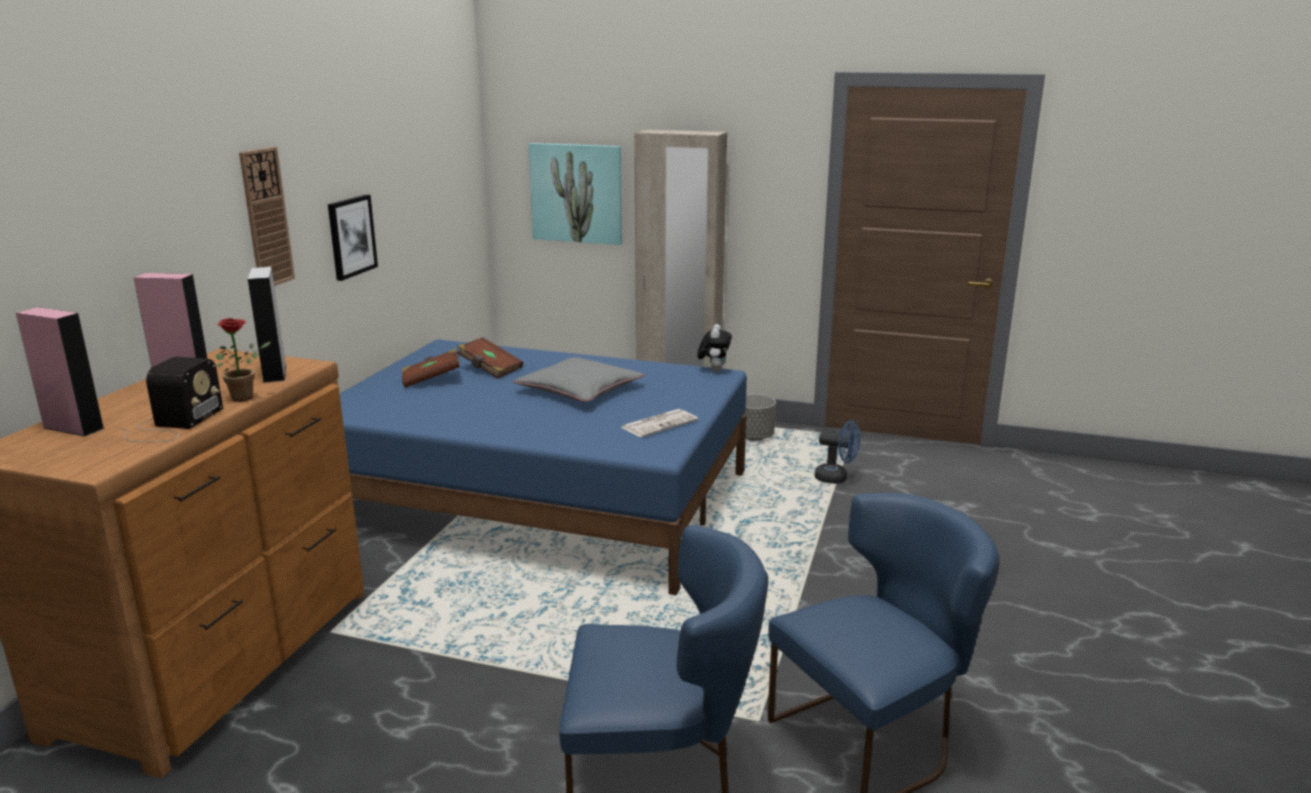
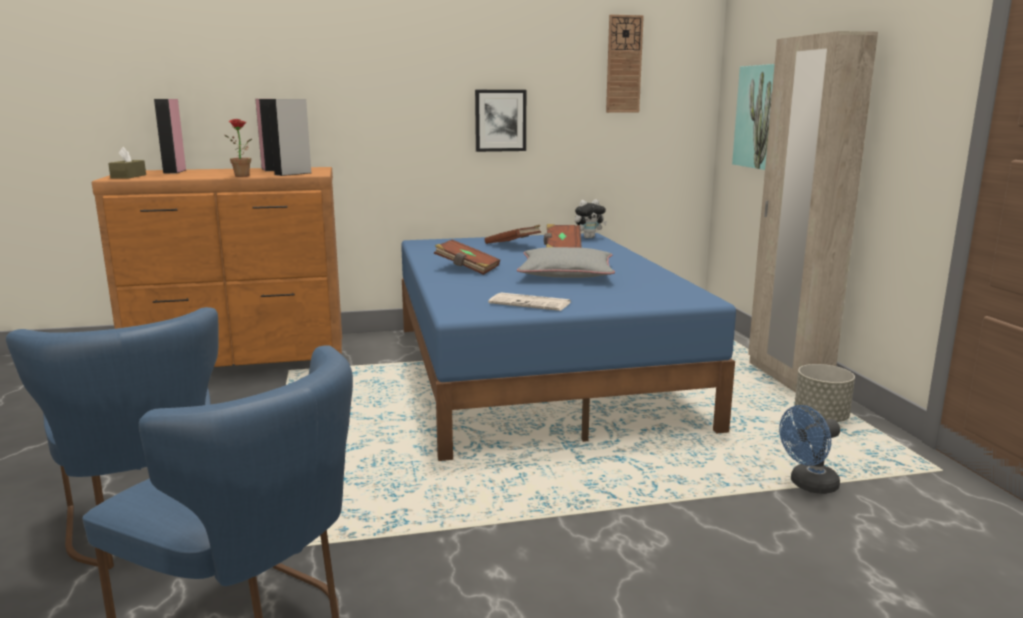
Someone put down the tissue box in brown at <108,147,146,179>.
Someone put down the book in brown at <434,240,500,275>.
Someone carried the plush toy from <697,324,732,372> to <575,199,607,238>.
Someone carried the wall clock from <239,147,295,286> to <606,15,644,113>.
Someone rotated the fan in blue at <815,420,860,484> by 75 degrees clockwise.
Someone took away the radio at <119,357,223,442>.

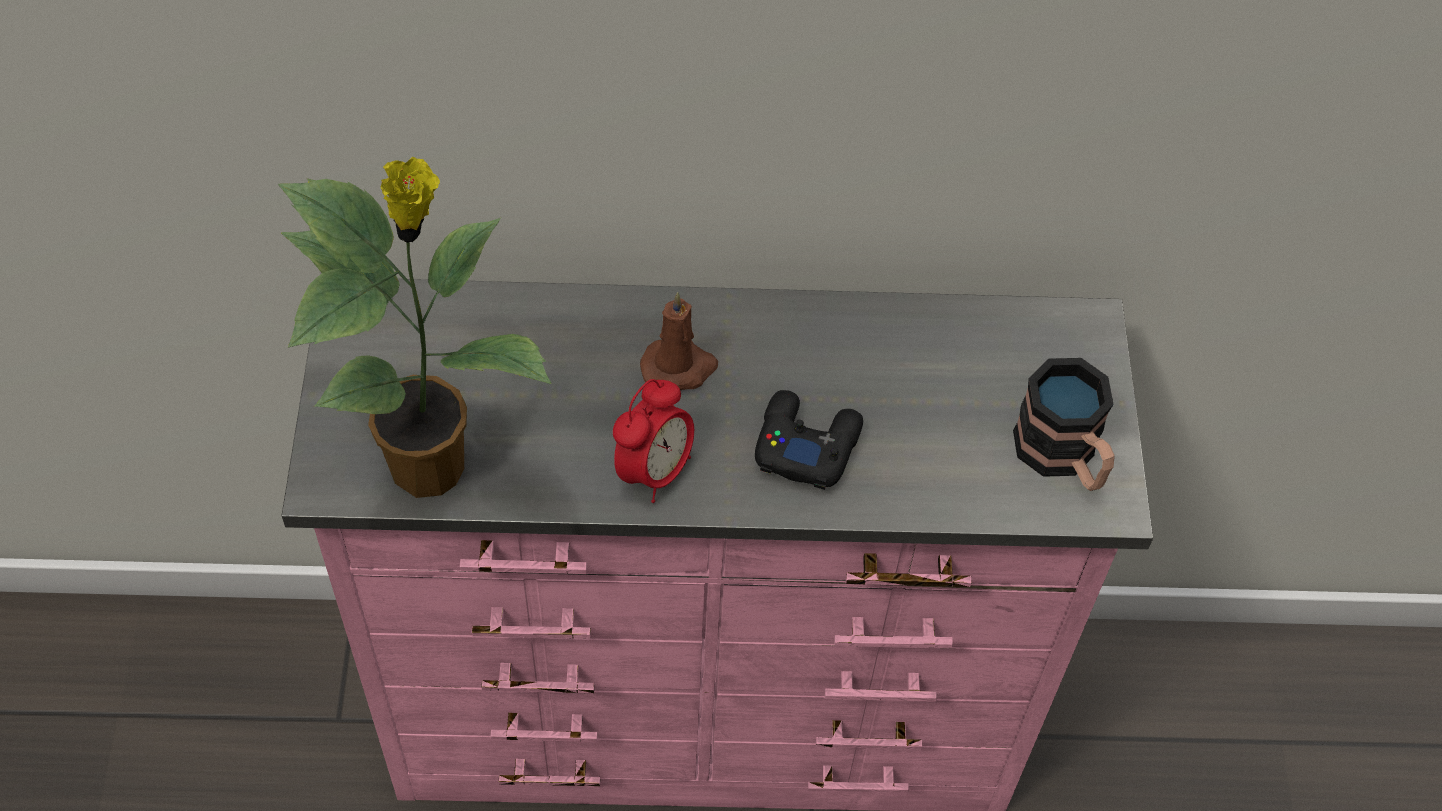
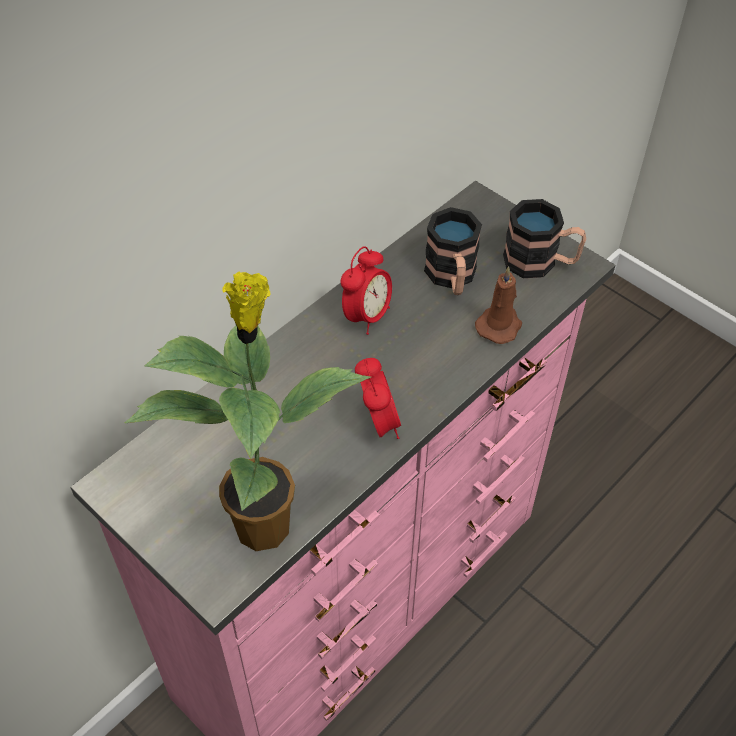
Someone put down the alarm clock at <341,246,392,335>.
Someone put down the mug at <424,207,482,295>.
Someone carried the candle in brown from <640,292,718,390> to <475,266,522,344>.
Someone took away the game controller in black at <755,390,863,490>.

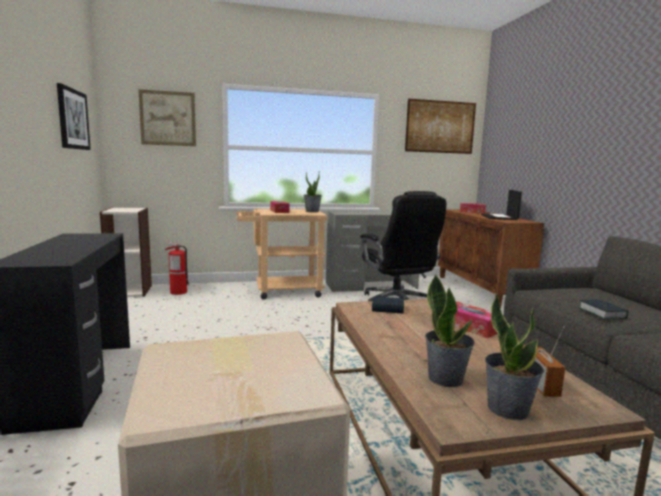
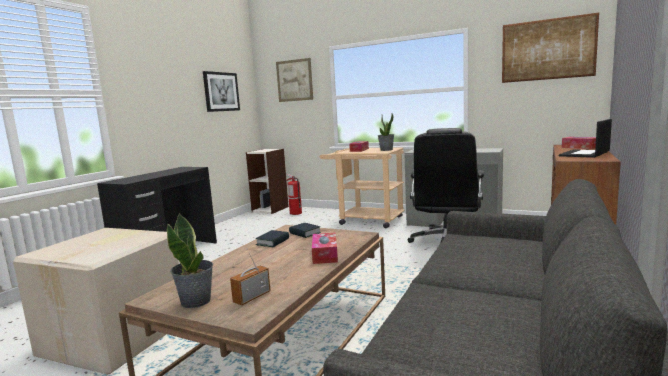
Someone carried the book from <579,300,628,320> to <256,230,289,247>.
Someone took away the potted plant at <425,274,475,387>.

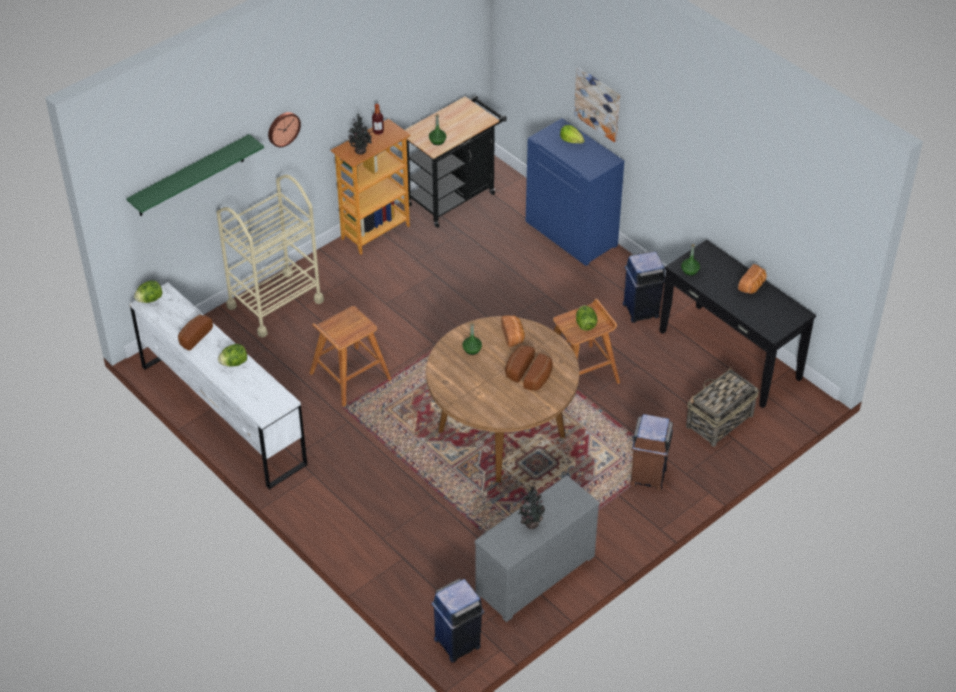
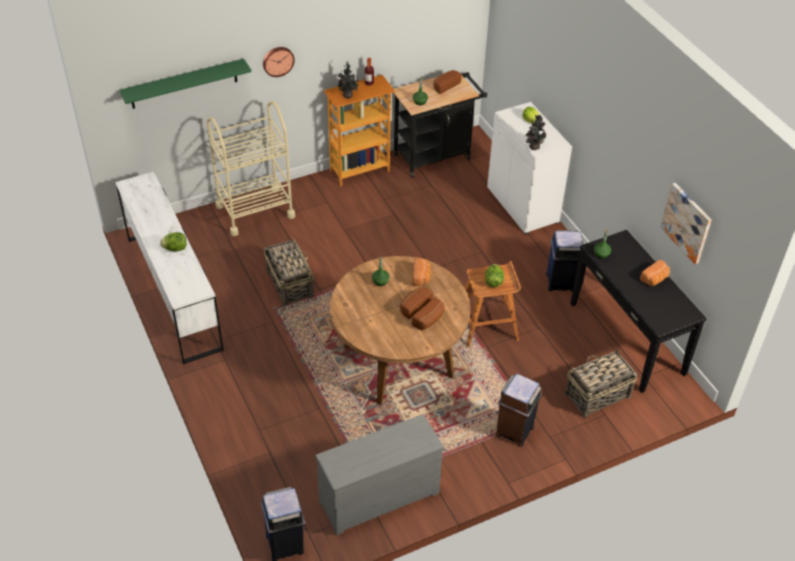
Someone swapped the stool in brown at <310,306,392,407> for the basket at <264,237,314,306>.
Someone carried the bread from <178,315,213,351> to <433,70,462,94>.
Someone repainted the cabinet in blue at <526,118,624,266>, which became the cabinet in white at <487,102,572,234>.
Someone carried the potted plant from <518,487,545,529> to <524,115,546,150>.
Someone carried the picture from <574,68,620,142> to <661,183,712,264>.
Someone took away the lettuce at <134,280,162,303>.

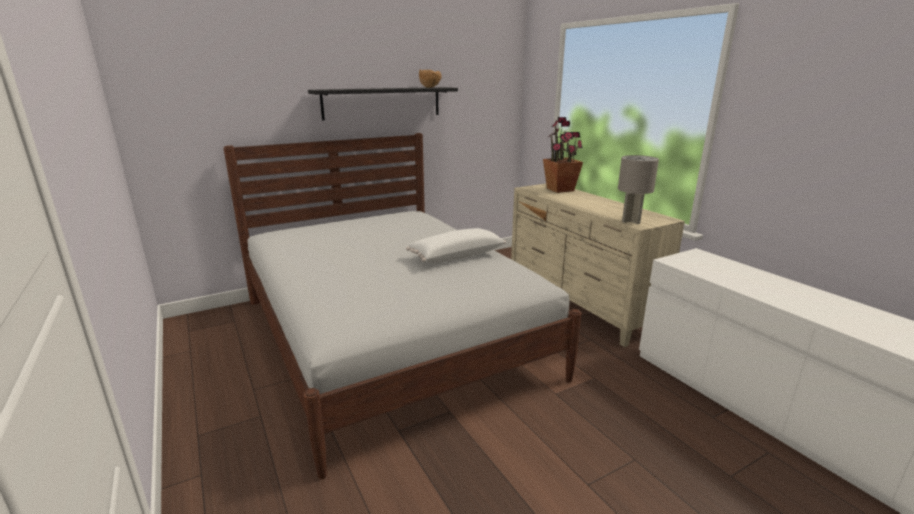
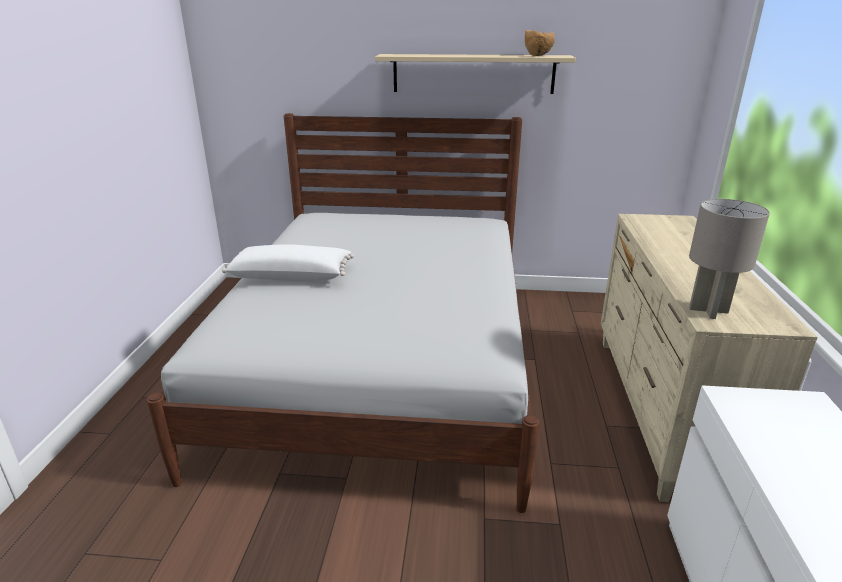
Someone carried the pillow in white from <406,228,506,263> to <222,244,354,281>.
Someone repainted the shelf in black at <308,87,458,120>, which became the shelf in beige at <375,54,576,94>.
Someone took away the potted plant at <543,117,583,193>.

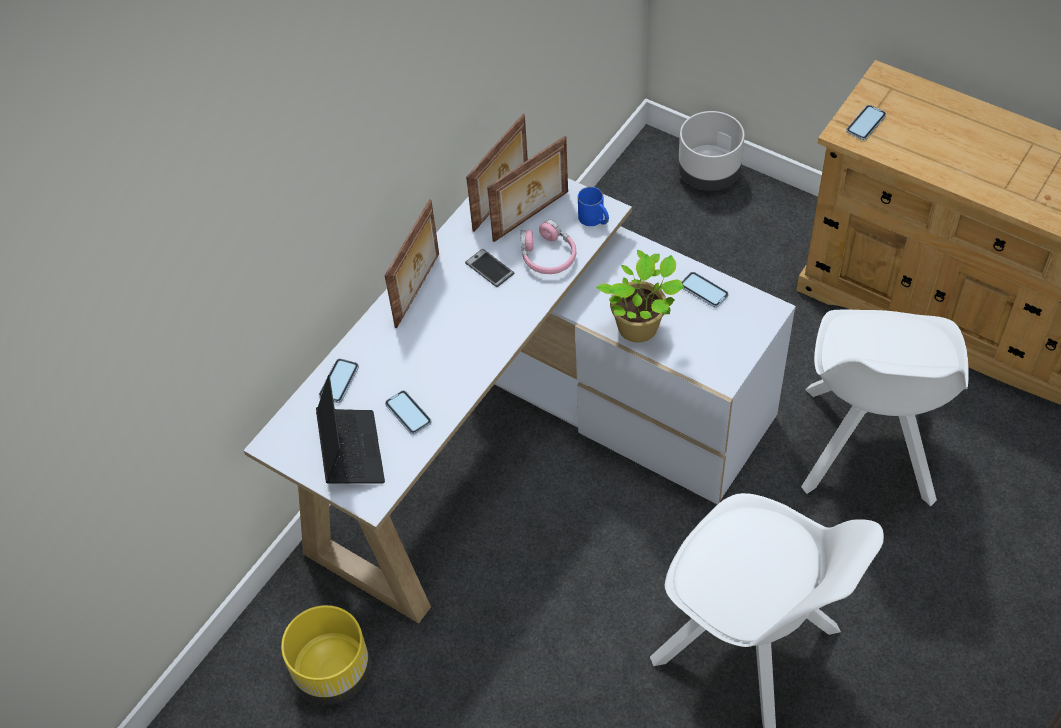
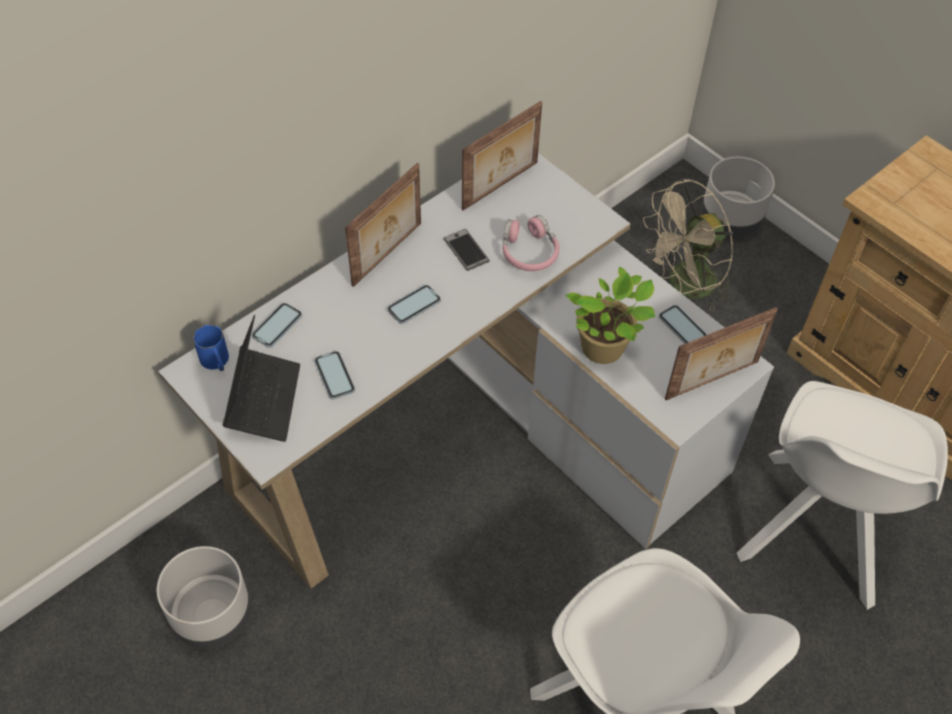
Someone repainted the planter in yellow at <281,605,370,705>, which became the planter in grey at <157,546,251,649>.
Someone carried the mug in blue from <578,187,609,226> to <193,325,229,371>.
Someone carried the phone from <846,105,886,140> to <387,285,441,324>.
Someone put down the fan in beige at <643,179,733,311>.
Someone carried the picture frame from <487,136,568,242> to <665,307,778,400>.

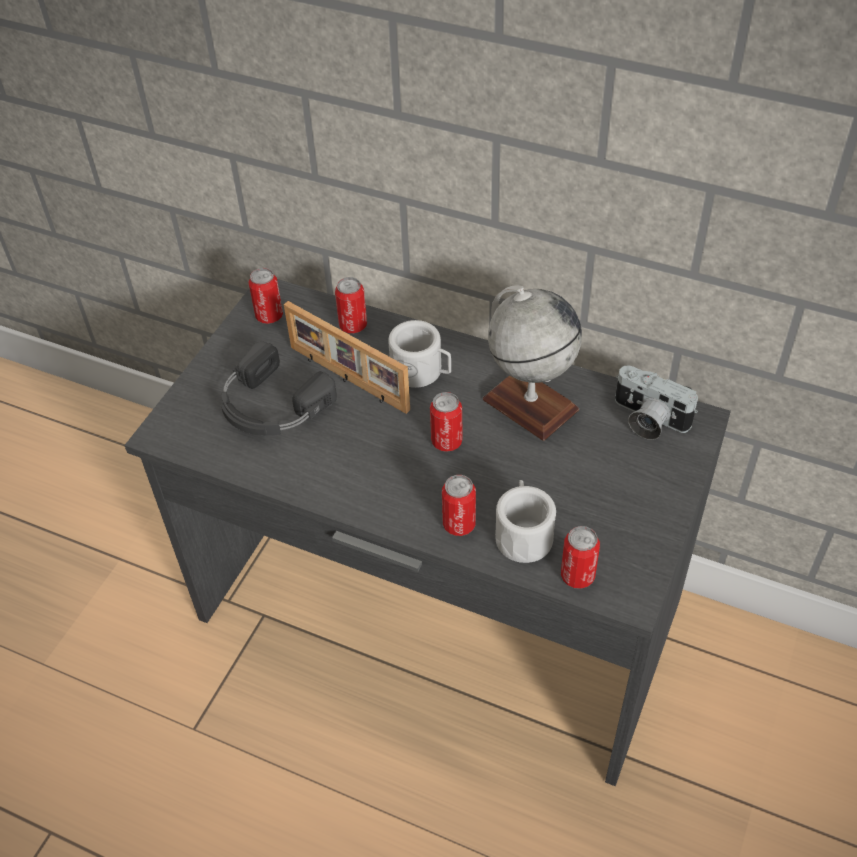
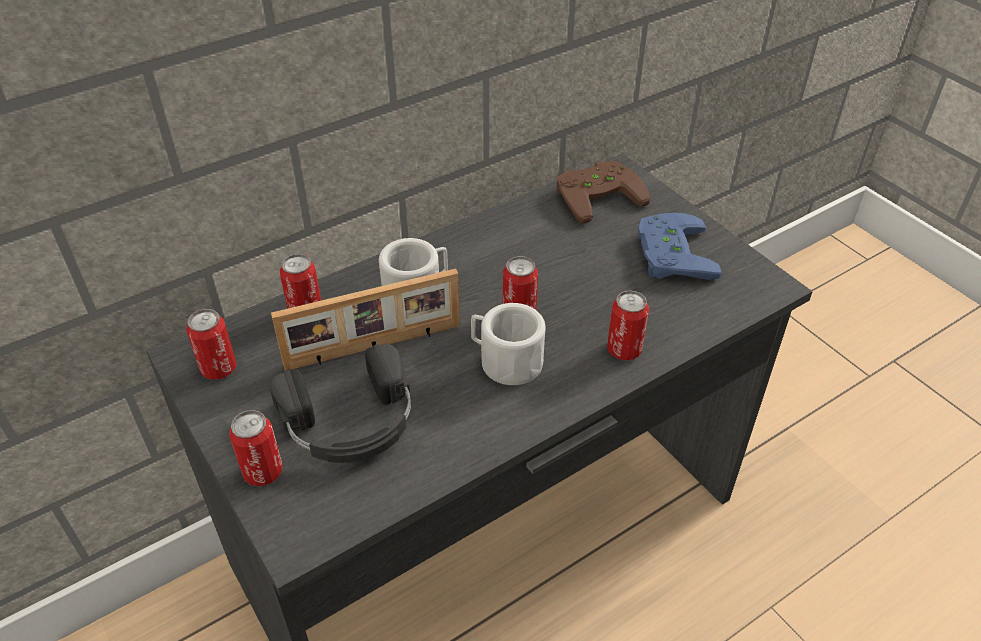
Someone carried the can from <561,526,600,589> to <229,410,283,486>.
Someone carried the mug in white from <495,480,556,563> to <471,303,546,385>.
Someone swapped the photo camera at <615,365,698,440> for the game controller in brown at <557,161,650,224>.
Someone put down the game controller in blue at <638,213,722,280>.
Someone took away the globe at <483,285,582,441>.

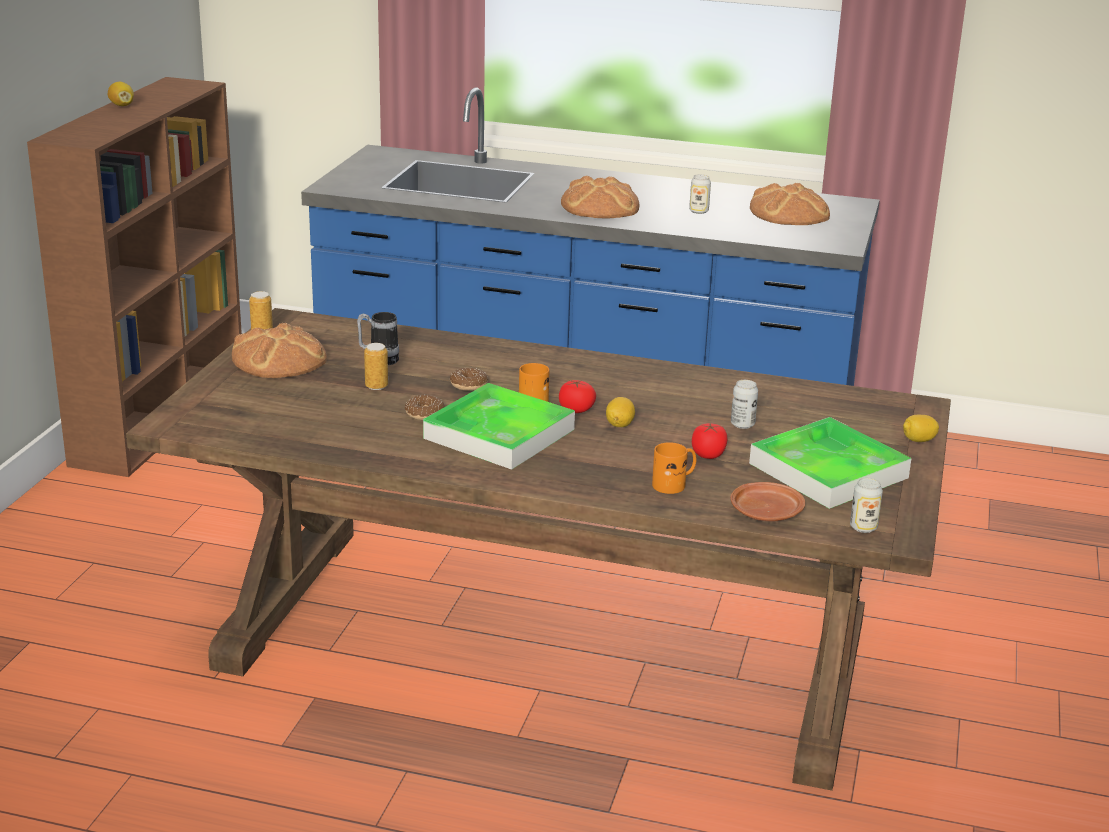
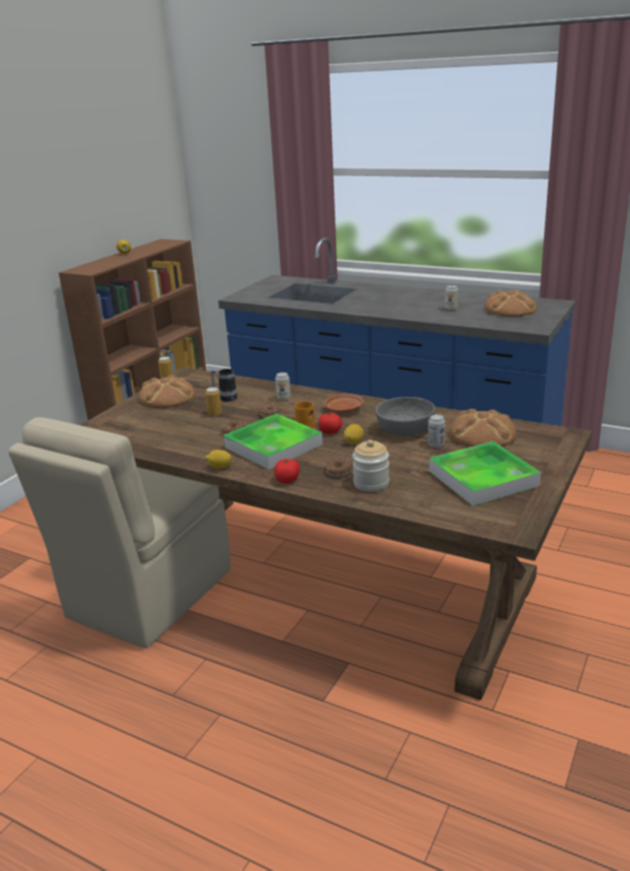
Someone put down the chair in beige at <8,417,231,648>.
Someone carried the lemon from <903,415,939,442> to <206,450,232,469>.
Someone carried the tomato from <692,423,728,459> to <274,458,300,484>.
Someone carried the can from <850,478,883,533> to <275,372,291,401>.
Someone carried the plate in brown from <730,482,805,521> to <323,394,364,413>.
Someone put down the donut at <325,458,353,477>.
Someone swapped the mug in orange at <652,442,696,494> for the jar at <352,440,389,492>.
Someone put down the bowl in grey at <376,397,435,436>.
Someone carried the bread from <561,175,640,219> to <450,409,516,447>.

